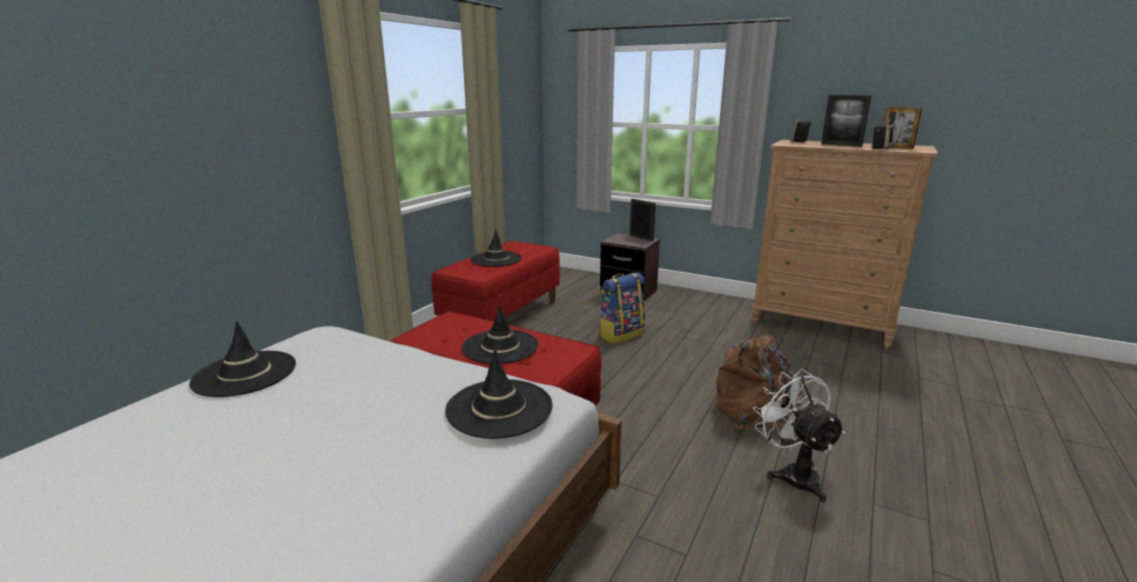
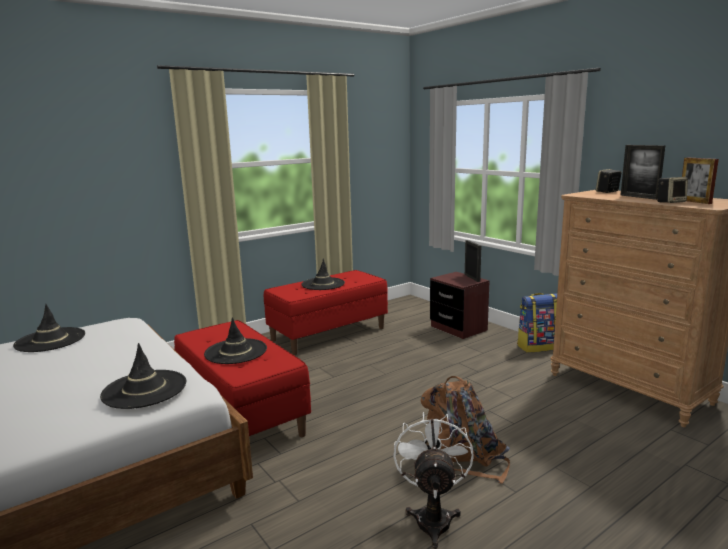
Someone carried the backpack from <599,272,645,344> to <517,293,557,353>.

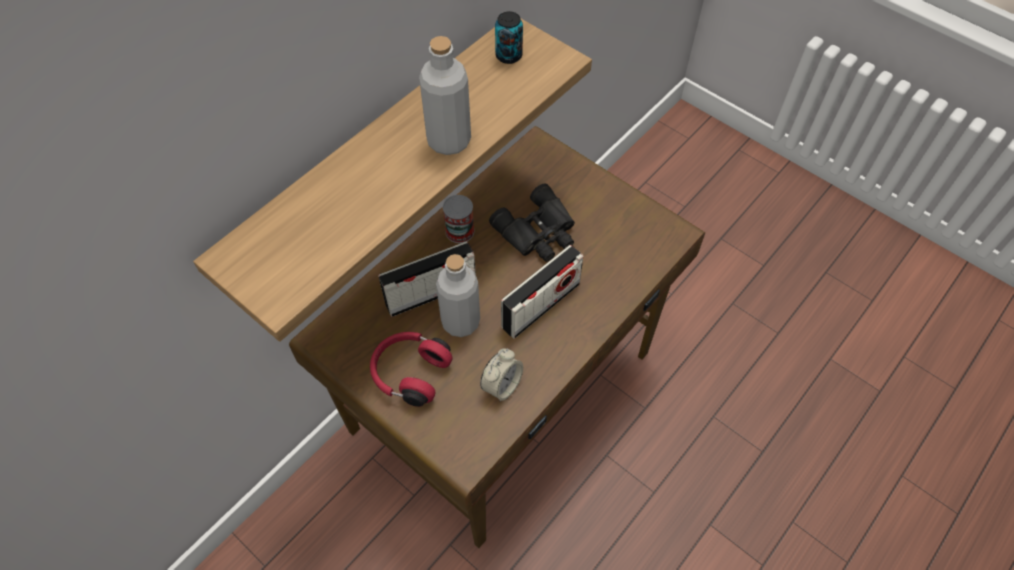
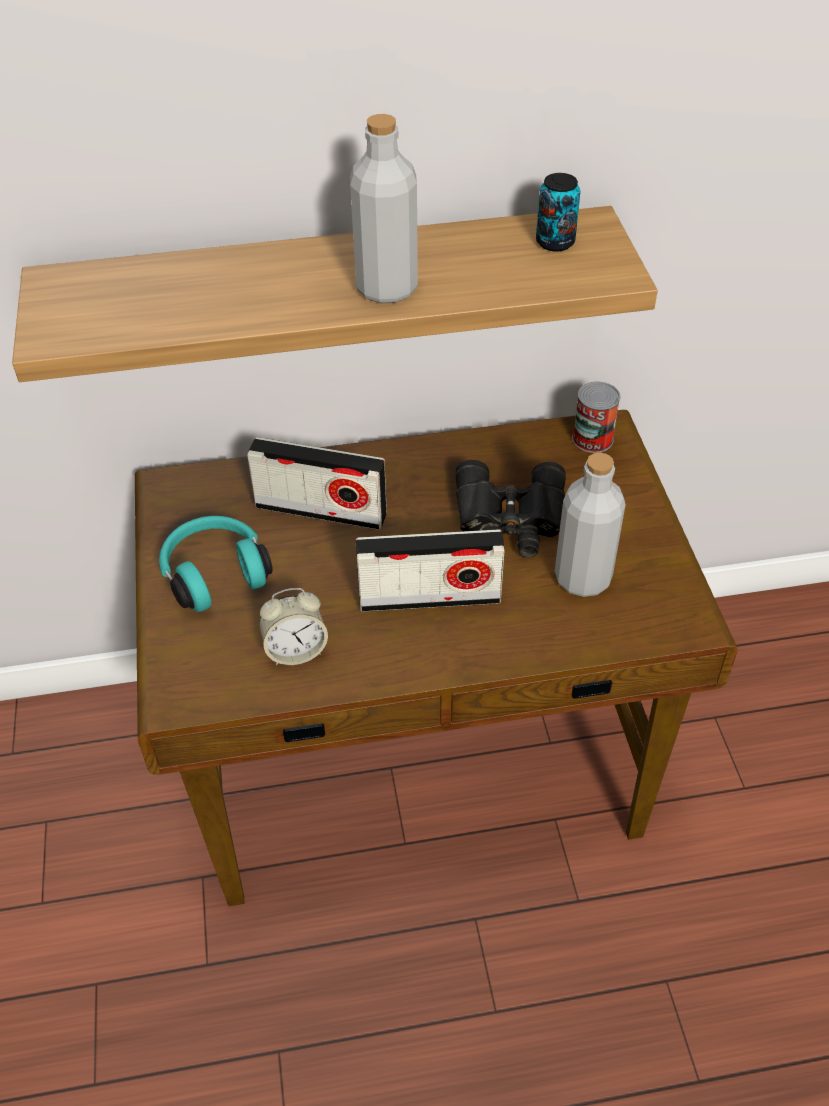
Someone repainted the headphones in red at <370,332,453,407>, which became the headphones in turquoise at <159,516,273,612>.
Someone carried the bottle in grey from <436,254,480,337> to <555,452,626,597>.
Someone carried the can from <443,195,474,243> to <572,382,620,453>.

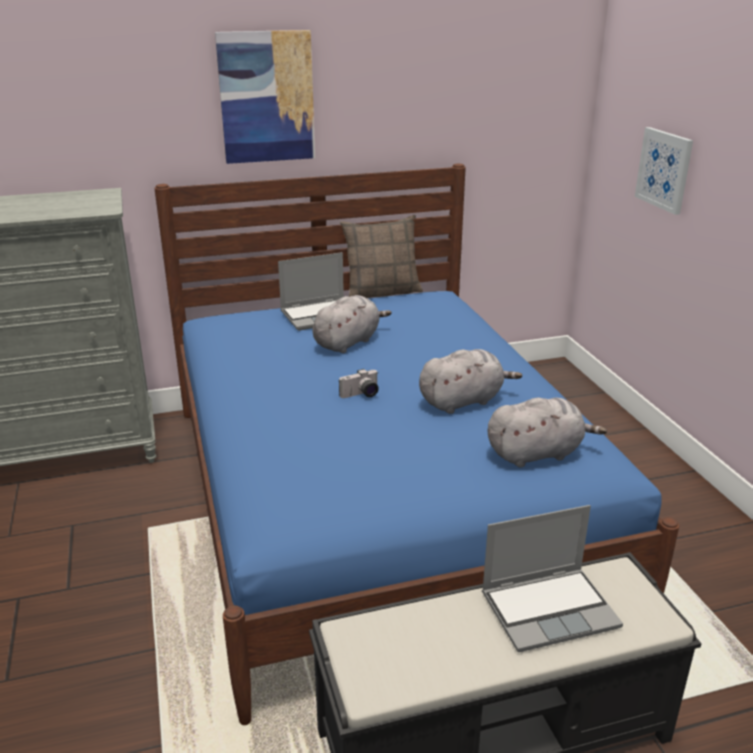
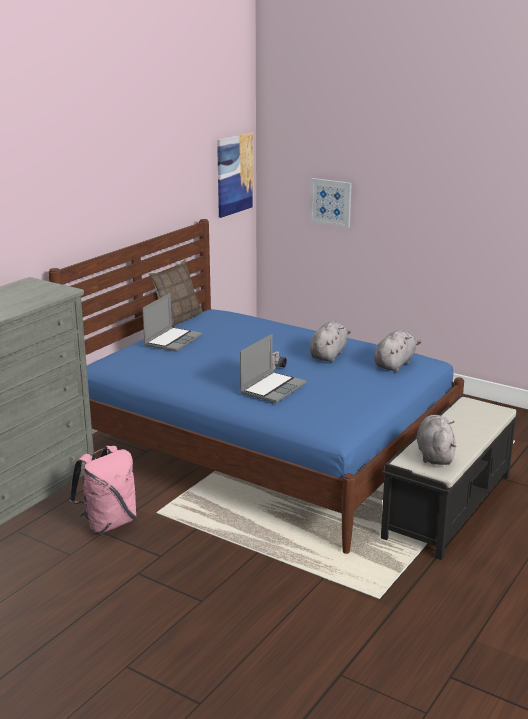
Someone put down the backpack in pink at <69,446,137,534>.
Someone carried the picture from <215,30,315,164> to <217,133,253,218>.
Someone carried the laptop from <482,505,623,652> to <240,334,307,403>.
Someone carried the plush toy in grey from <313,295,392,353> to <417,415,456,465>.

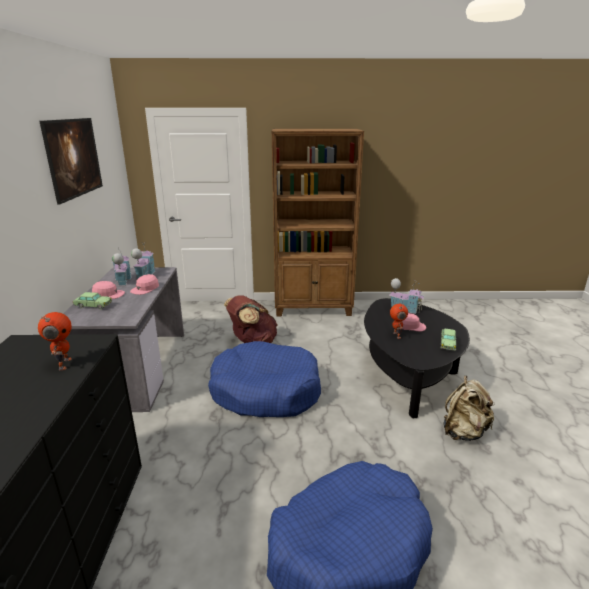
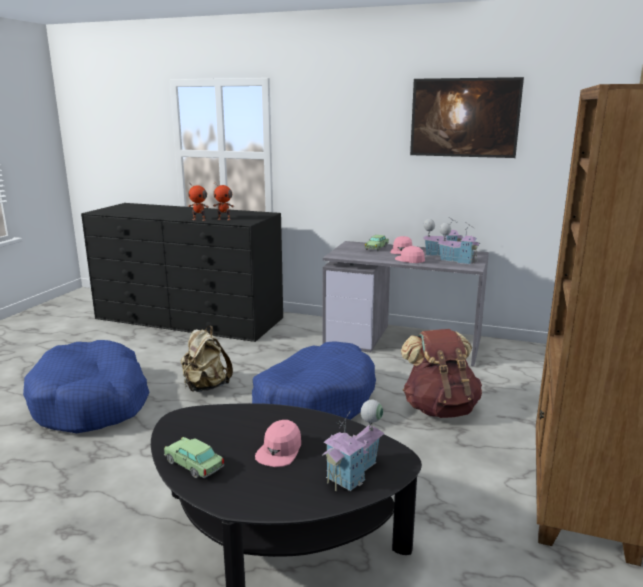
Someone carried the backpack in beige from <443,376,495,441> to <181,326,233,392>.
Someone carried the toy robot from <390,304,408,339> to <188,182,209,221>.

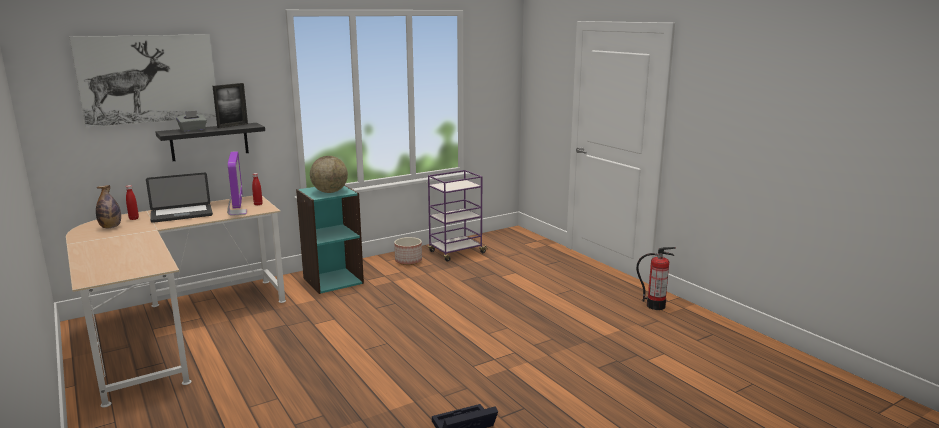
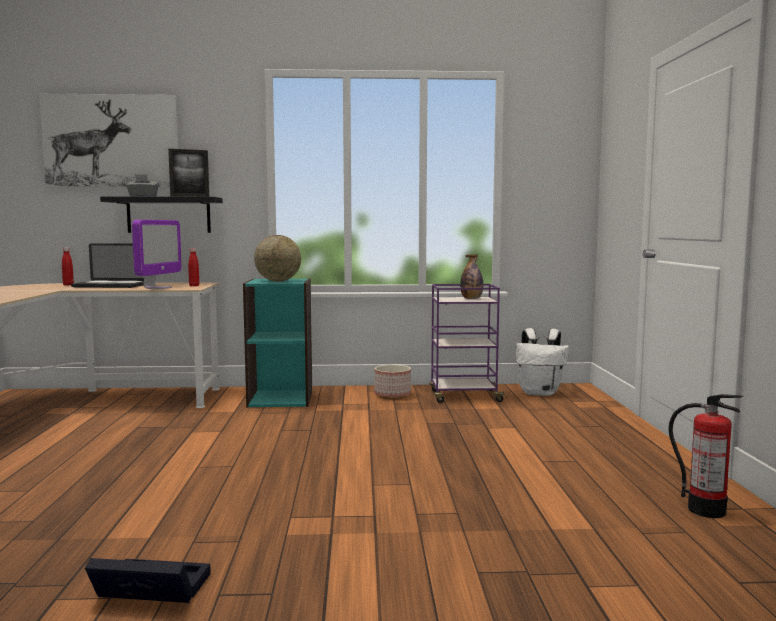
Someone carried the bottle from <96,185,121,228> to <460,254,483,299>.
Someone put down the backpack in white at <516,328,569,396>.

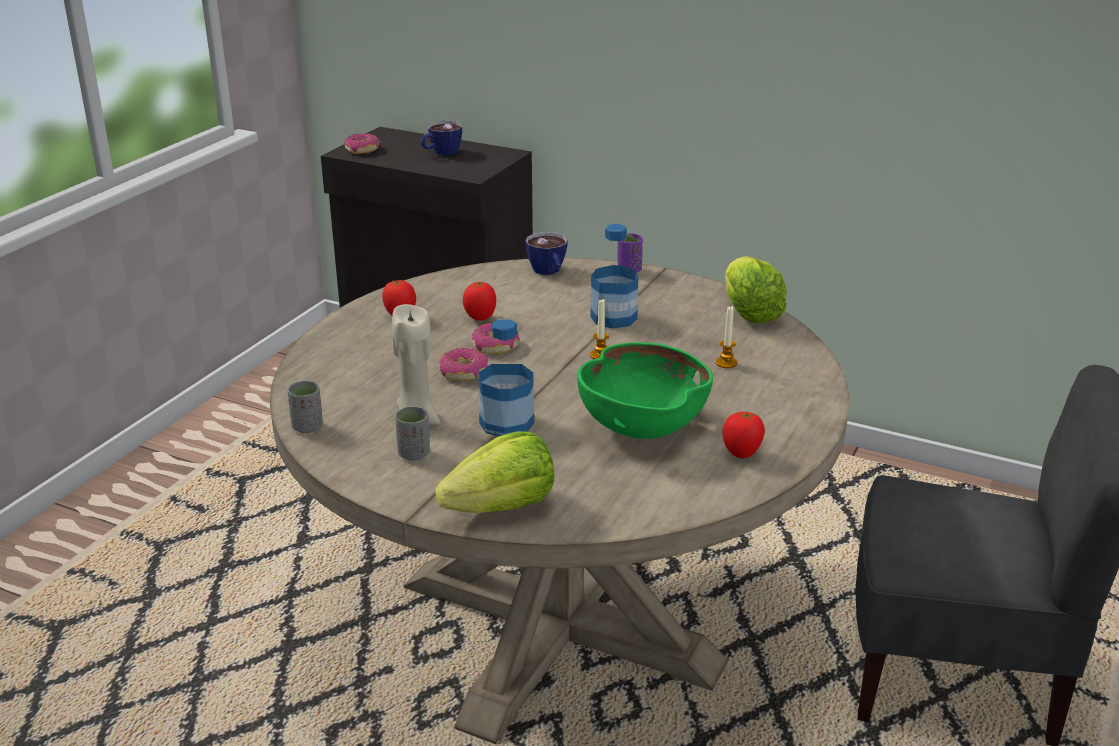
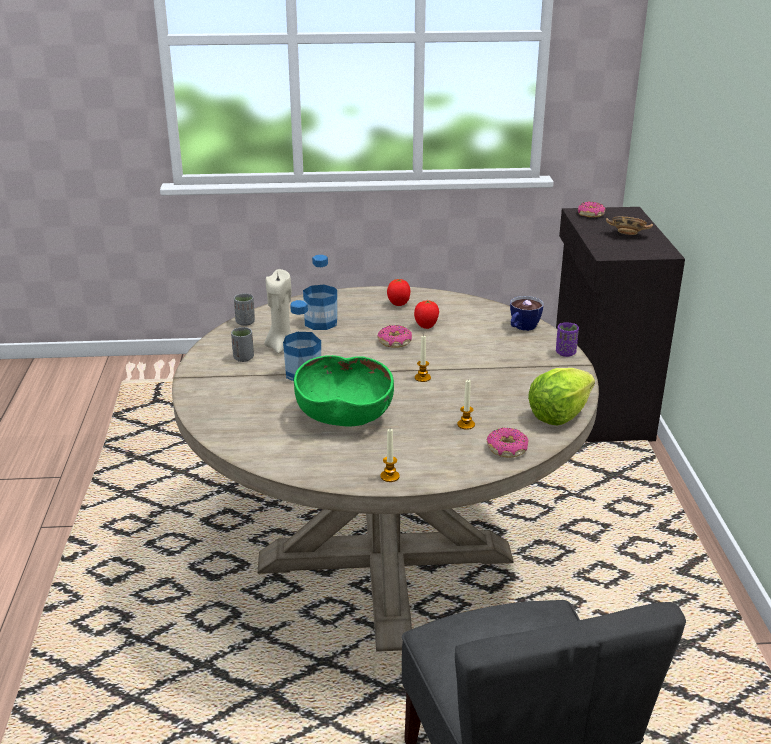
Someone carried the bottle from <591,224,638,329> to <303,255,337,330>.
Someone put down the candle at <380,429,400,482>.
Someone carried the donut from <439,348,489,381> to <486,428,529,458>.
Someone swapped the cup at <421,120,462,156> for the bowl at <606,217,653,235>.
Someone took away the lettuce at <435,431,554,513>.
Someone took away the tomato at <723,411,765,458>.

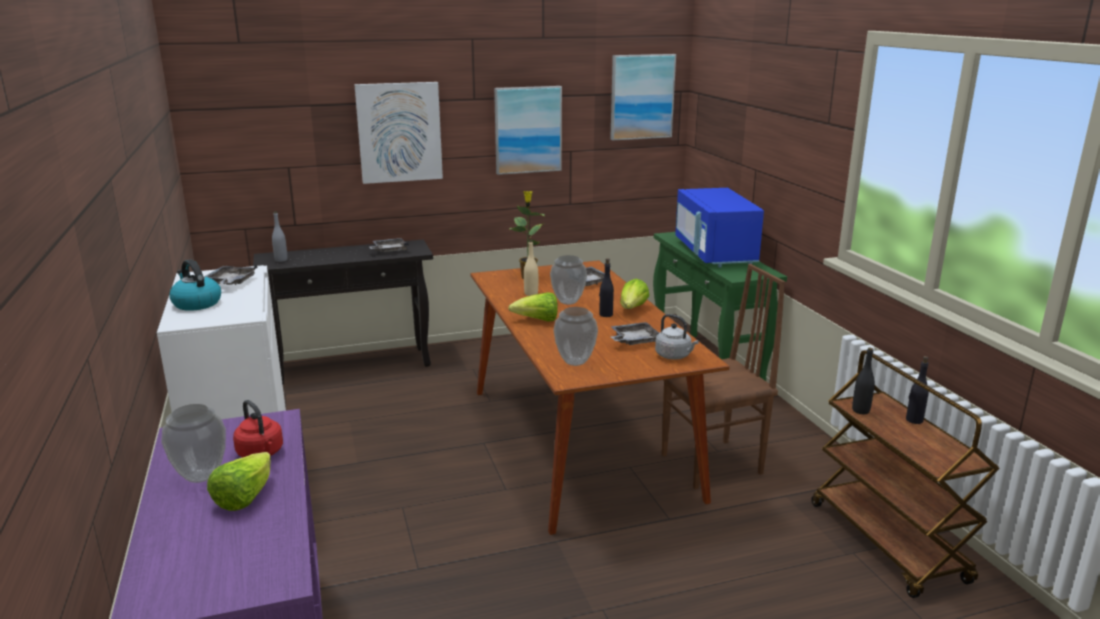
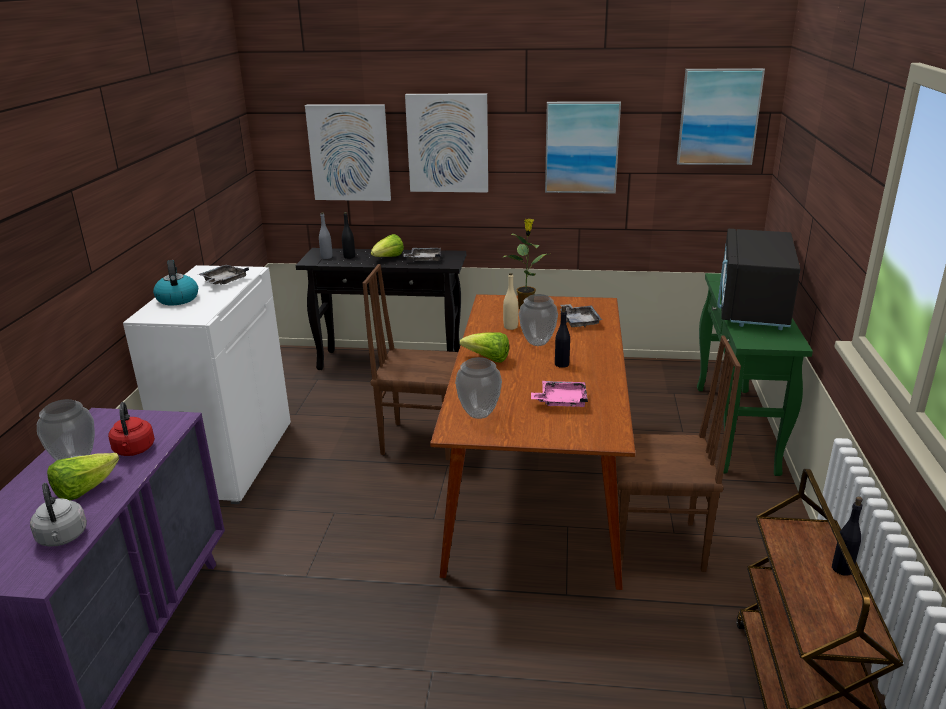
Someone carried the kettle in grey from <655,314,699,360> to <30,483,87,546>.
Someone put up the picture at <305,104,391,201>.
Someone carried the bottle in black from <852,348,875,414> to <342,212,355,259>.
Someone put down the chair in brown at <362,264,458,460>.
Someone carried the lettuce from <620,279,649,309> to <371,234,404,257>.
Someone repainted the tray in grey at <610,322,659,345>, which became the tray in pink at <531,381,588,407>.
Someone repainted the microwave in blue at <675,188,764,268>, which became the microwave in black at <718,229,800,330>.

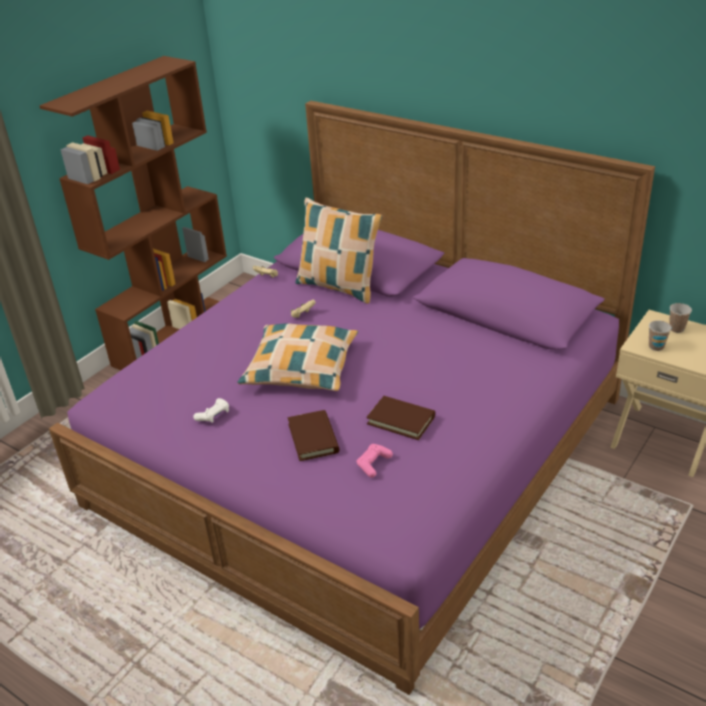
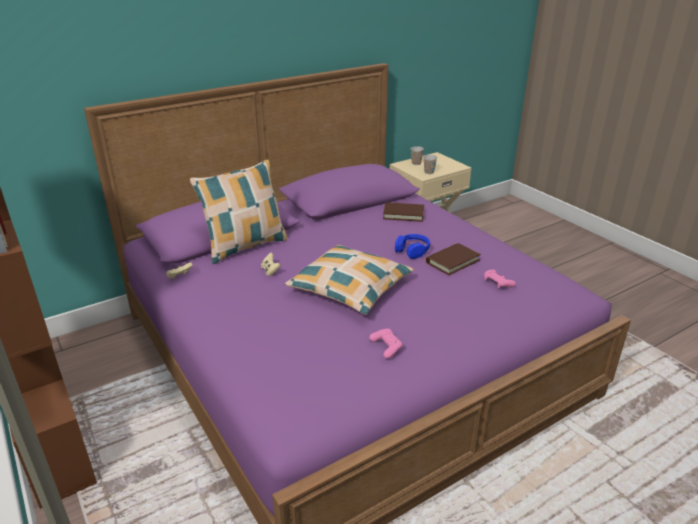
Someone repainted the game controller in white at <193,398,229,423>, which became the game controller in pink at <369,329,402,359>.
Someone carried the book in brown from <288,410,339,461> to <383,202,424,222>.
Someone put down the headphones in blue at <395,234,430,259>.

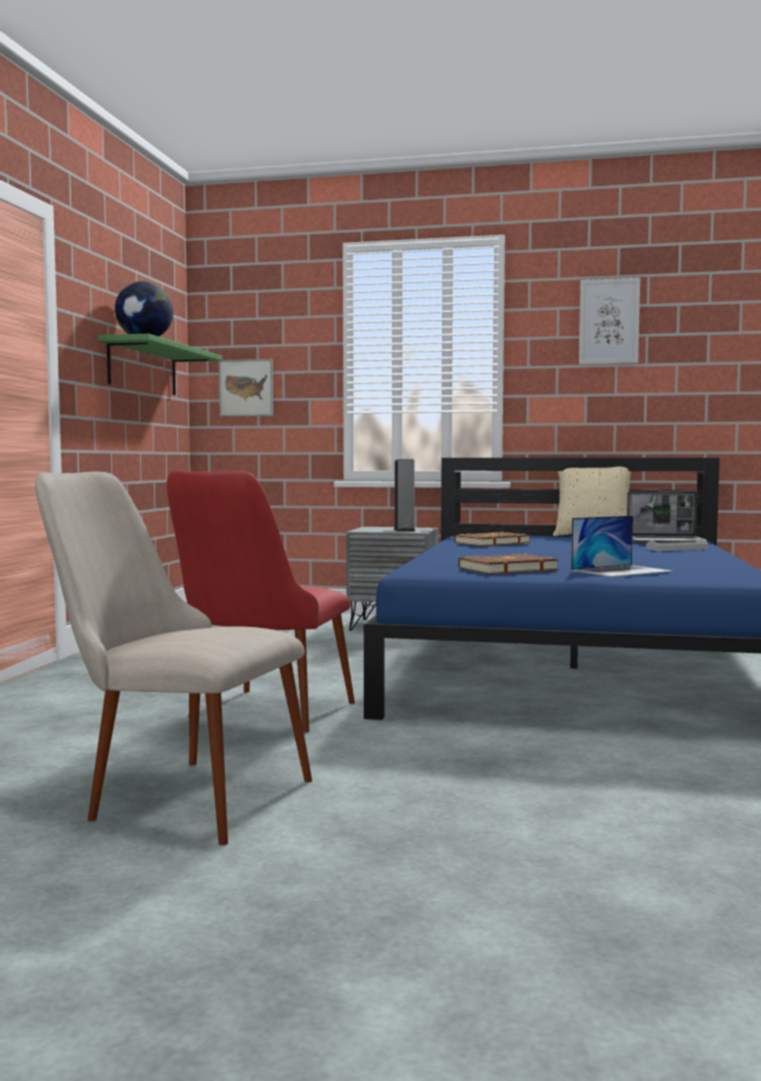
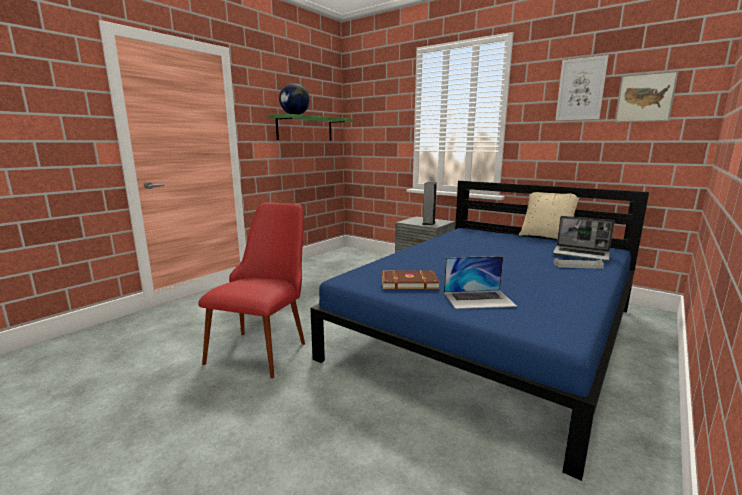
Someone rotated the chair in red at <167,471,355,733> by 150 degrees clockwise.
Someone carried the picture from <219,359,273,416> to <615,70,679,123>.
Someone took away the chair in beige at <35,472,312,845>.
Someone took away the book in brown at <454,532,531,546>.

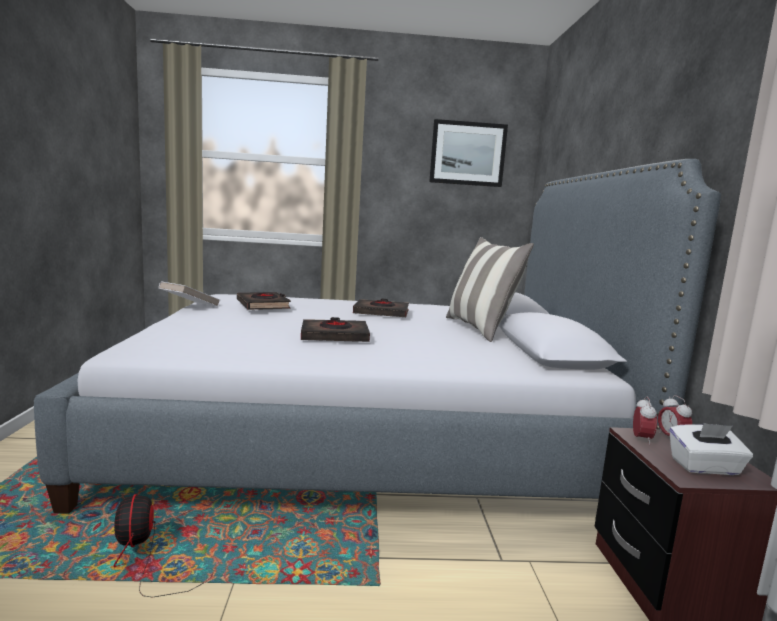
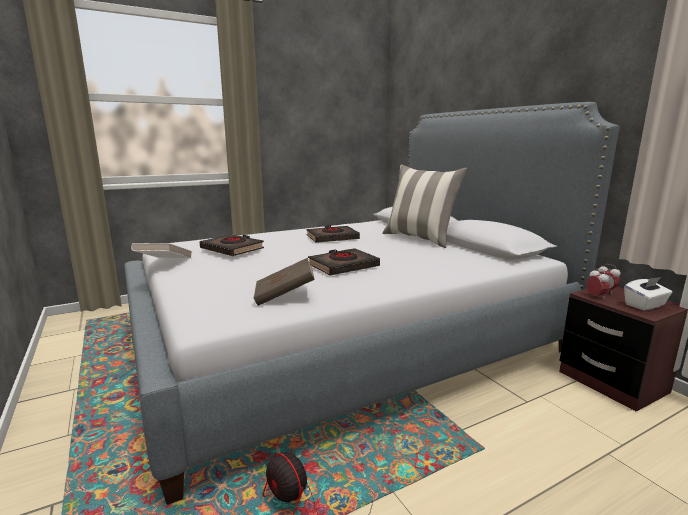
Someone put down the book in brown at <254,258,315,306>.
Someone took away the picture at <429,119,508,187>.

